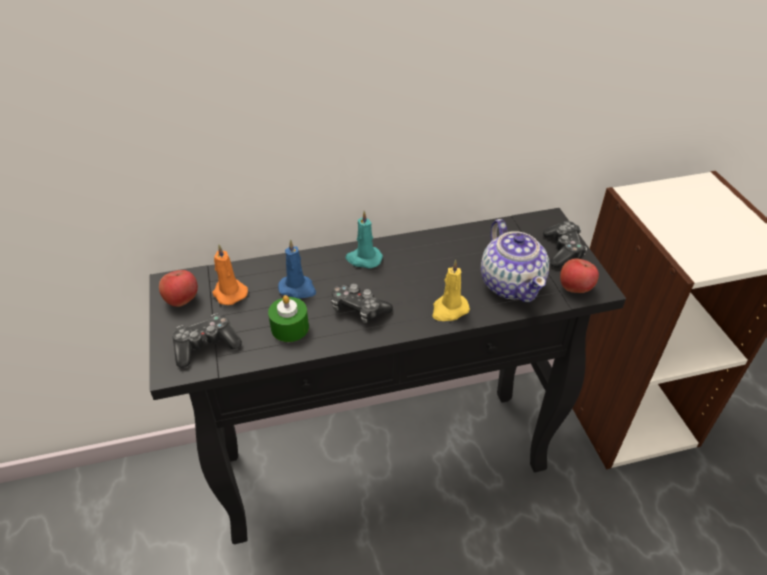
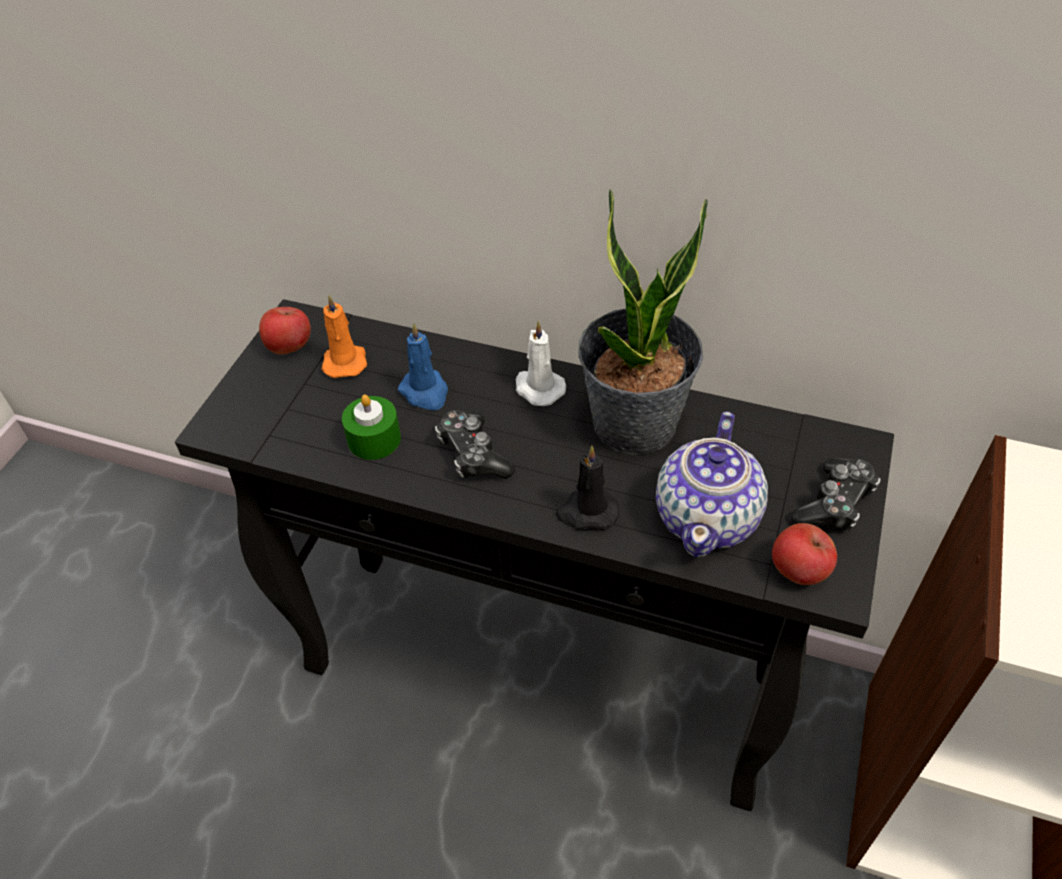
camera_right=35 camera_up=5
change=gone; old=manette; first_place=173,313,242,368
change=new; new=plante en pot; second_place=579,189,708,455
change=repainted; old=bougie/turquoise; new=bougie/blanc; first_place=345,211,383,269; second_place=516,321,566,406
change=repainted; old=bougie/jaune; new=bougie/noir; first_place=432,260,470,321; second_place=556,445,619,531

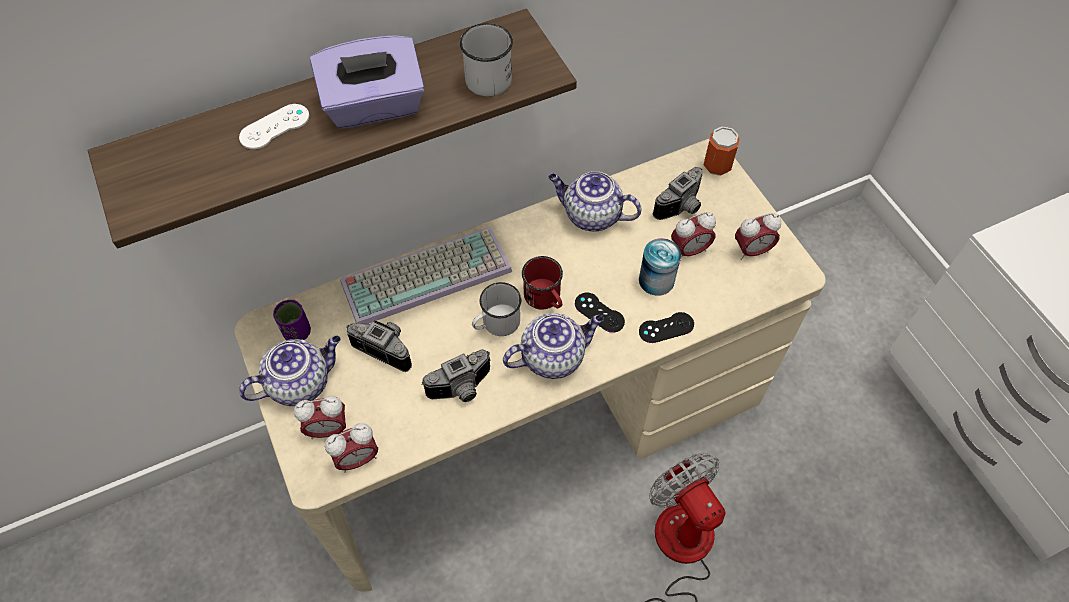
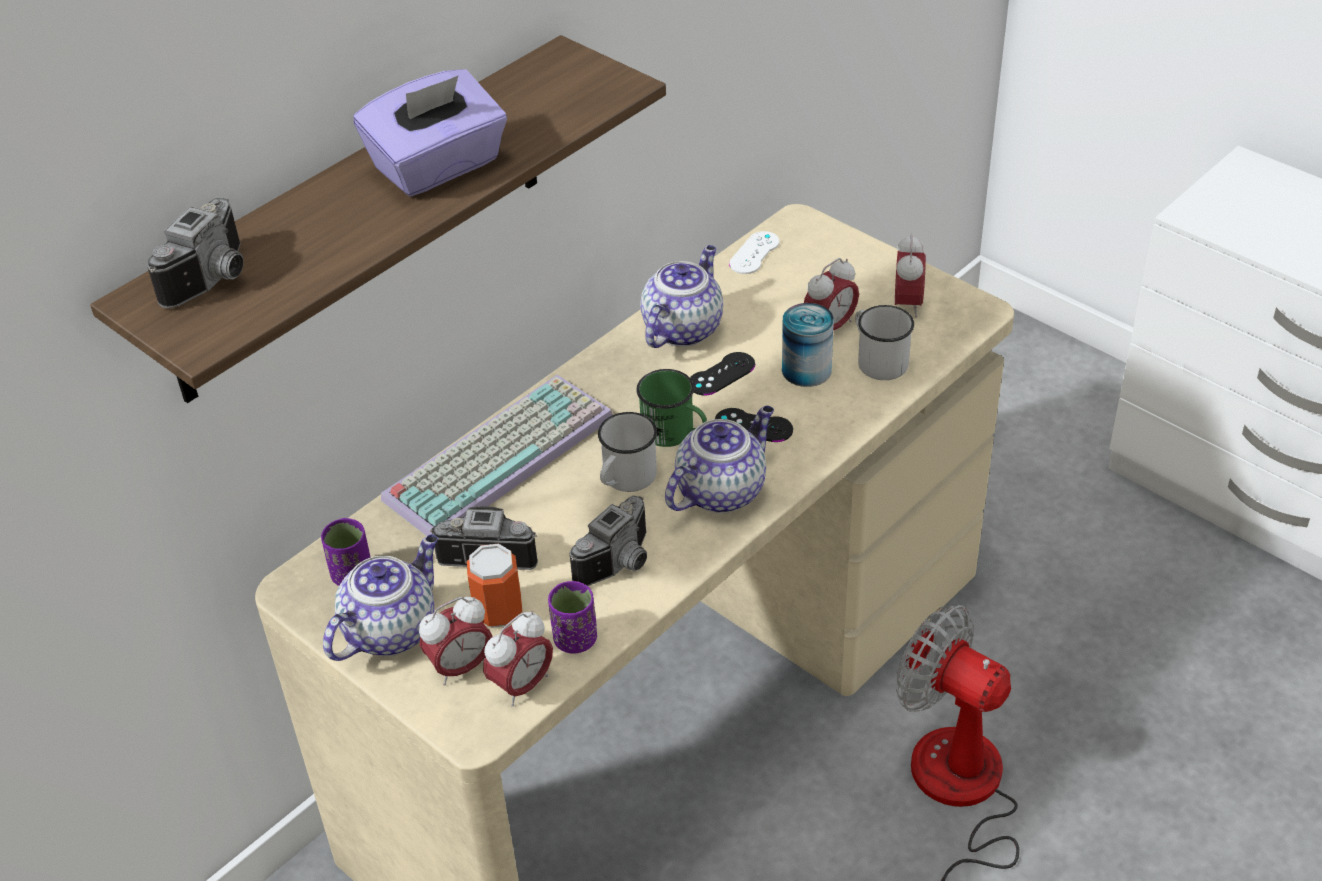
camera_right=-20 camera_up=-15
change=new; new=tasse/violet; second_place=548,581,597,654
change=shifted; old=manette/blanc; first_place=239,104,309,149; second_place=729,231,779,274
change=shifted; old=mug/blanc; first_place=460,23,513,97; second_place=855,305,914,380
change=shifted; old=manette/noir; first_place=639,312,694,343; second_place=690,352,755,395
change=shifted; old=appareil photo; first_place=653,167,702,220; second_place=147,198,244,308
change=shifted; old=boîte métallique; first_place=704,126,740,176; second_place=467,544,522,628
change=repainted; old=mug/rouge; new=mug/vert; first_place=522,256,563,309; second_place=636,369,707,447
change=rotated; old=théière; first_place=548,171,642,231; second_place=640,245,723,348; degrees=120
change=rotated; old=réveil; first_place=735,213,781,260; second_place=895,233,926,318; degrees=-45

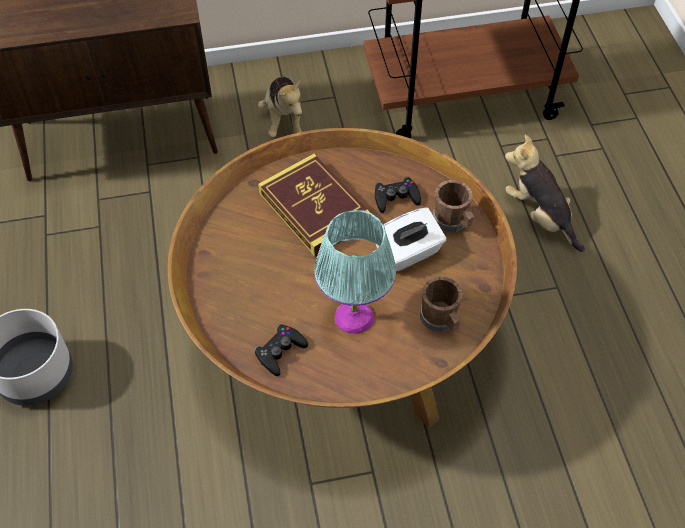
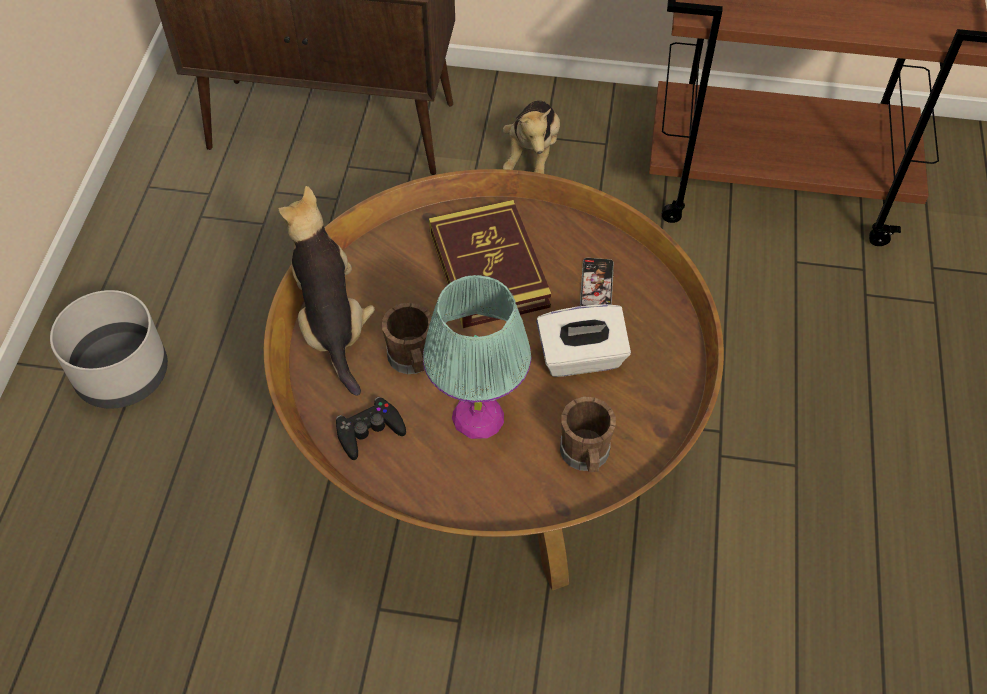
camera_right=20 camera_up=0
change=shifted; old=mug/marron; first_place=433,180,474,233; second_place=382,303,432,374
change=shifted; old=peluche; first_place=505,135,585,252; second_place=278,186,375,396
change=swapped; old=manette/noir; new=téléphone; first_place=375,176,421,213; second_place=580,258,614,306

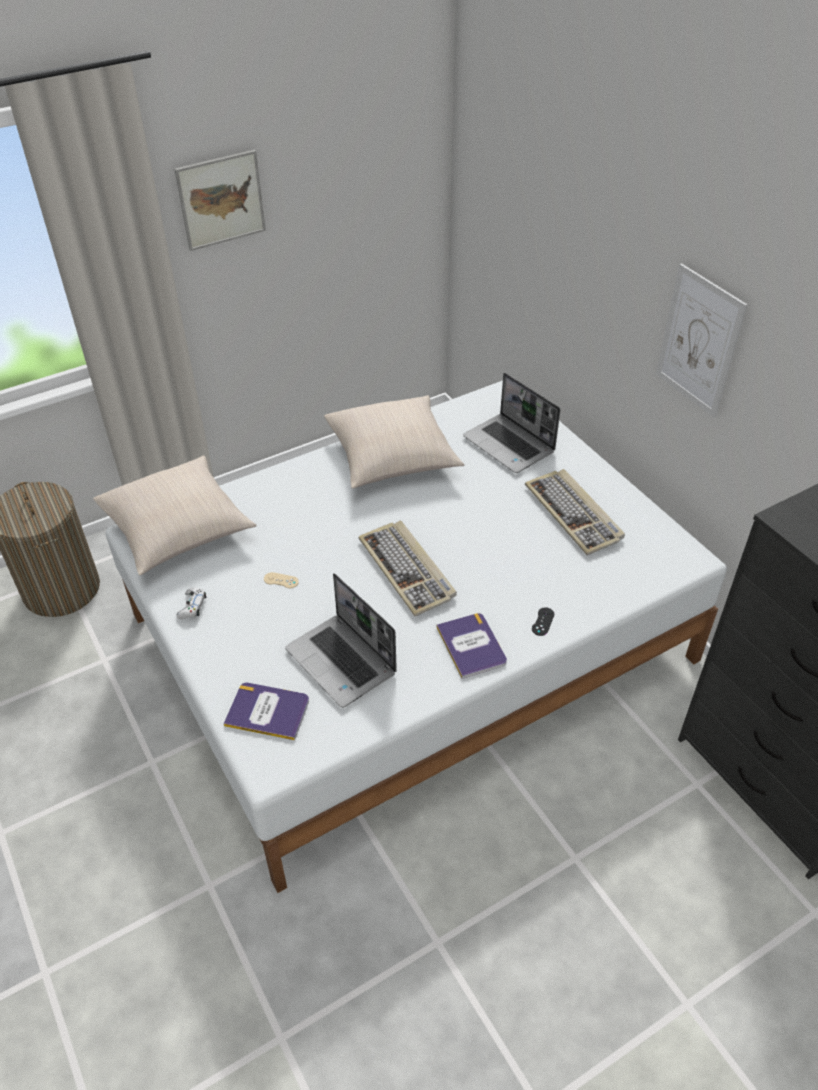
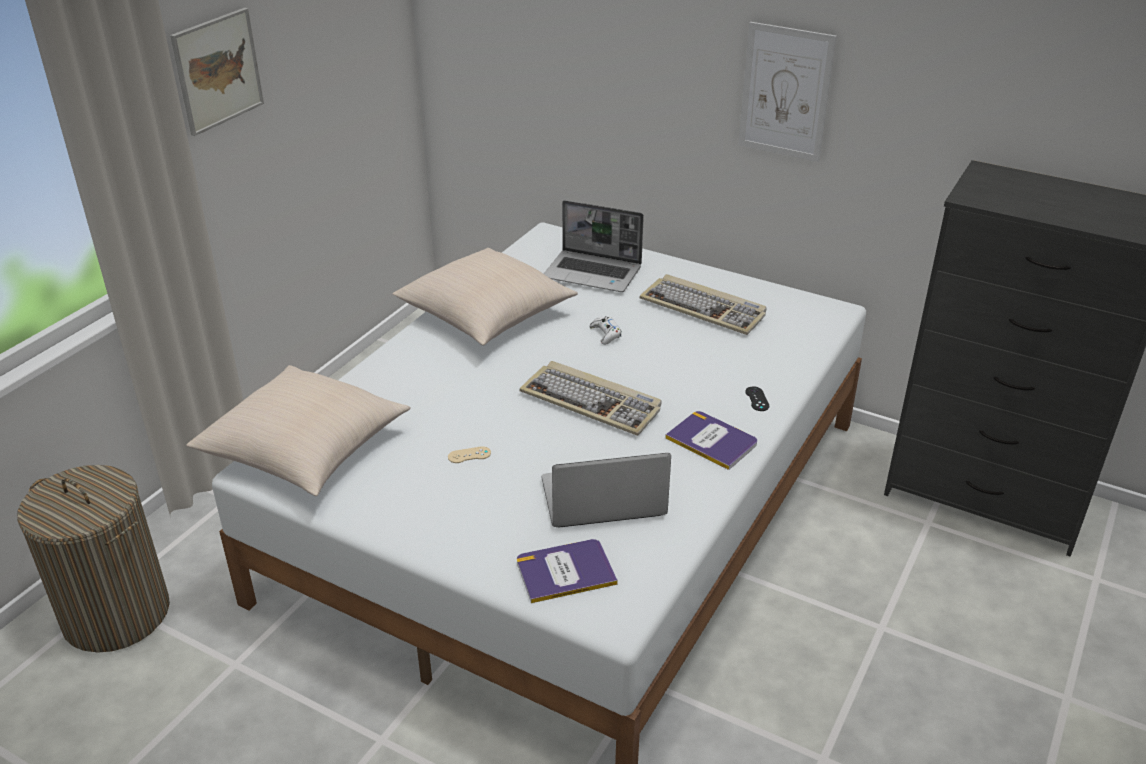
camera_right=-30 camera_up=-10
change=shifted; old=manette/blanc; first_place=176,587,206,619; second_place=590,316,622,345
change=rotated; old=ordinateur portable; first_place=285,573,397,708; second_place=542,453,671,527; degrees=150

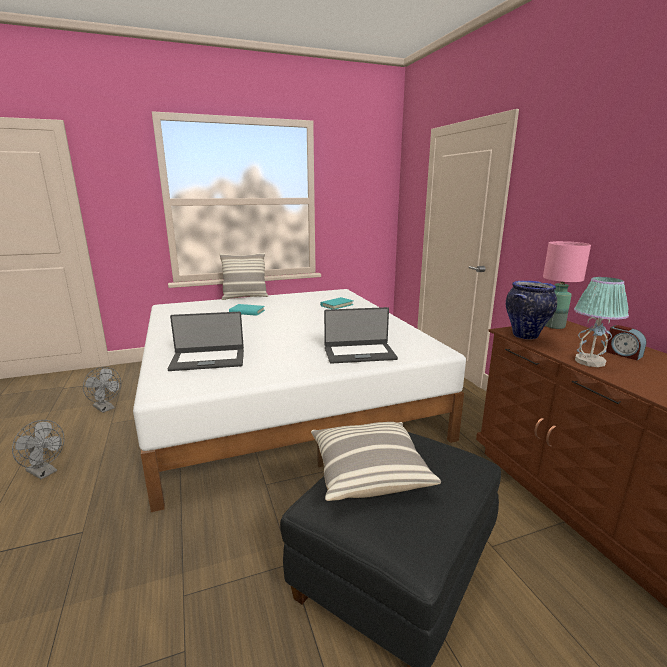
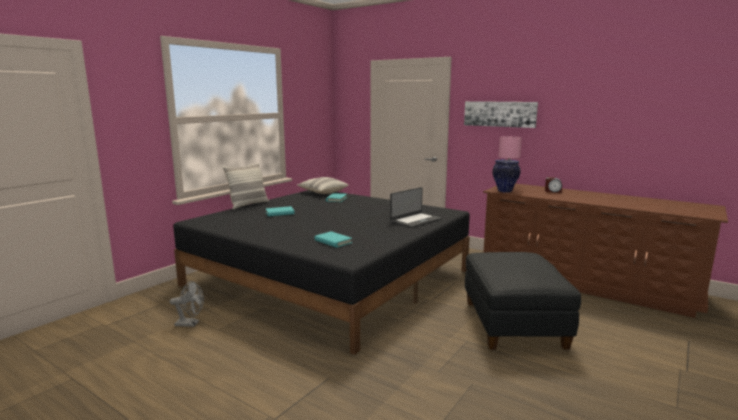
camera_right=-35 camera_up=-5
change=gone; old=ventilateur/gris; first_place=12,420,64,479
change=gone; old=lampe de table; first_place=574,277,629,367
change=new; new=tableau; second_place=464,101,538,128
change=shifted; old=coussin; first_place=311,422,441,501; second_place=297,177,349,194
change=swapped; old=ordinateur portable; new=livre/turquoise; first_place=168,312,244,371; second_place=314,231,352,248
change=repainted; old=lit/blanc; new=lit/noir; first_place=133,289,466,512; second_place=173,190,470,355

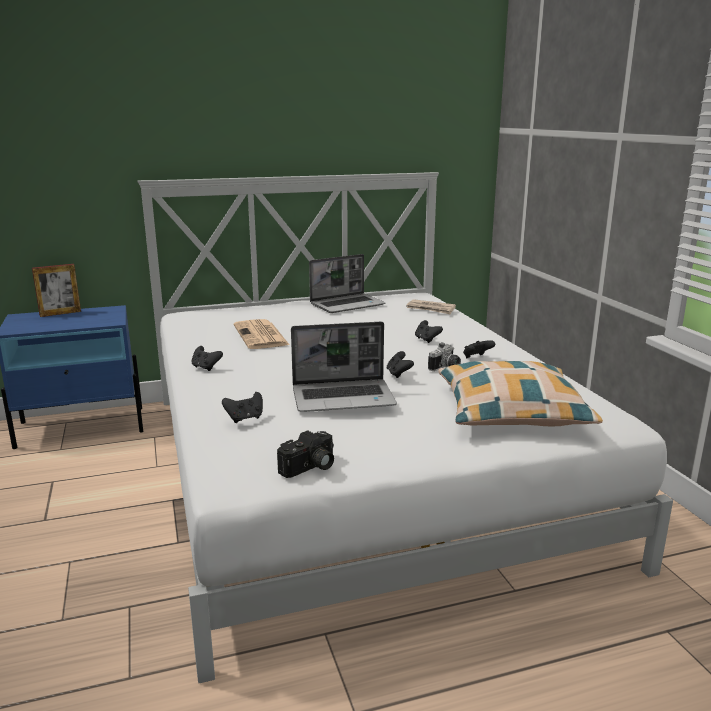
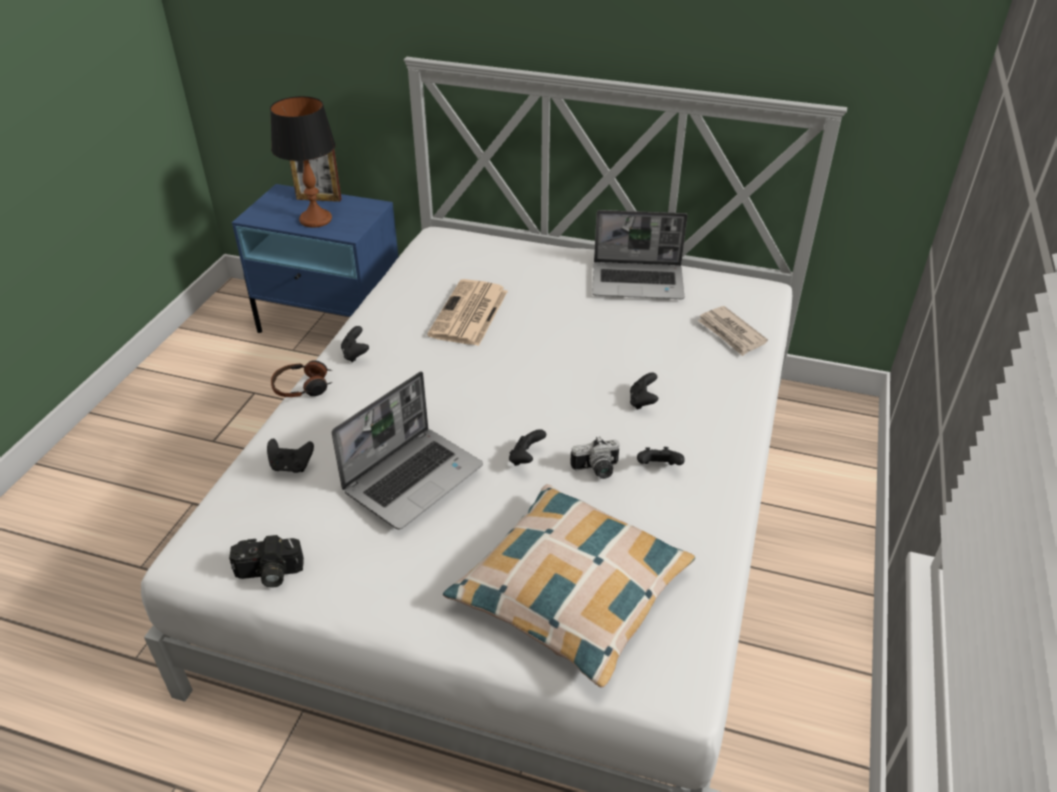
camera_right=35 camera_up=20
change=new; new=lampe de table; second_place=270,96,336,228
change=new; new=casque audio; second_place=271,360,332,397
change=rotated; old=ordinateur portable; first_place=291,322,397,412; second_place=332,371,483,530; degrees=-75

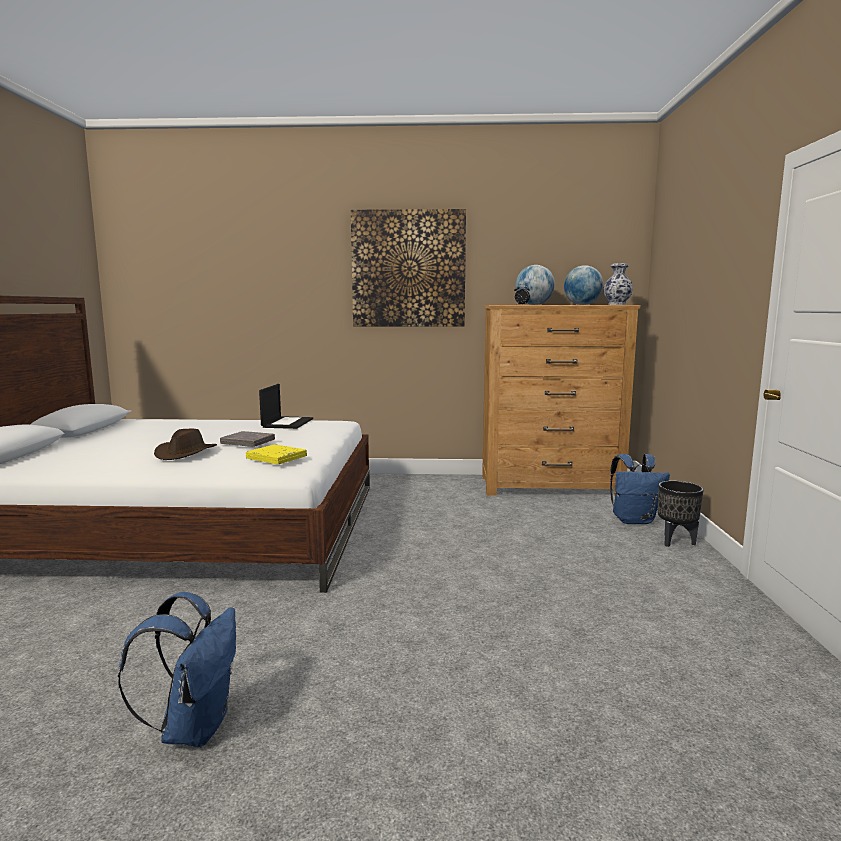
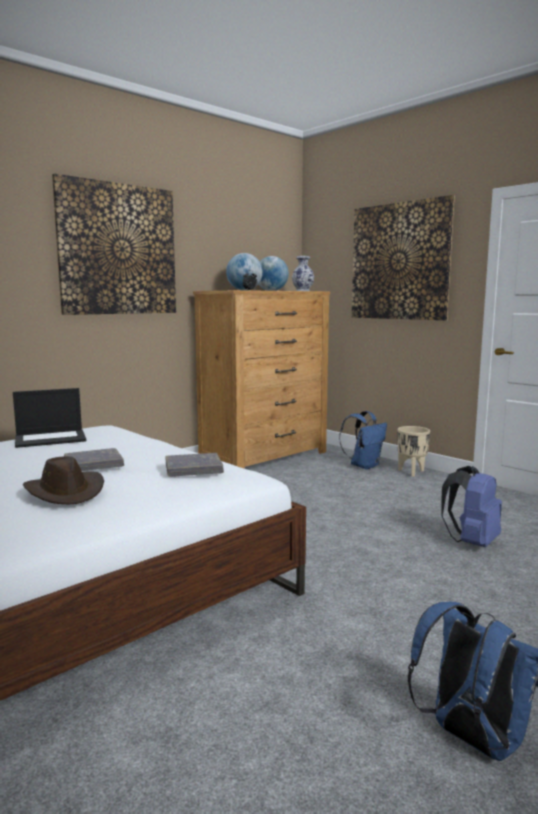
camera_right=-45 camera_up=0
change=new; new=tableau; second_place=352,195,455,320
change=new; new=sac à dos/bleu; second_place=441,466,502,547
change=repainted; old=livre/jaune; new=livre/gris; first_place=246,444,307,464; second_place=166,453,224,477
change=repainted; old=cache-pot/noir; new=cache-pot/beige; first_place=658,481,704,547; second_place=398,426,430,477
change=rotated; old=ordinateur portable; first_place=259,384,313,429; second_place=13,388,86,448; degrees=105

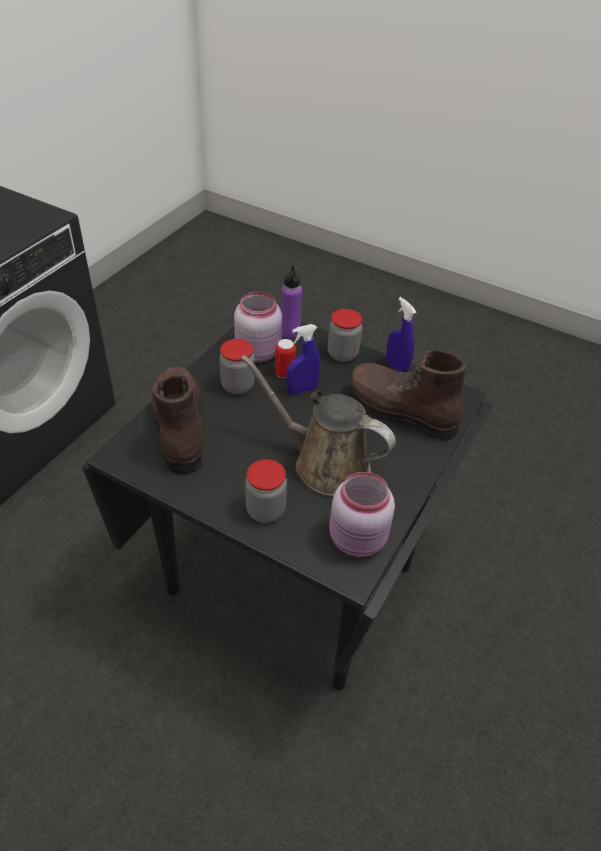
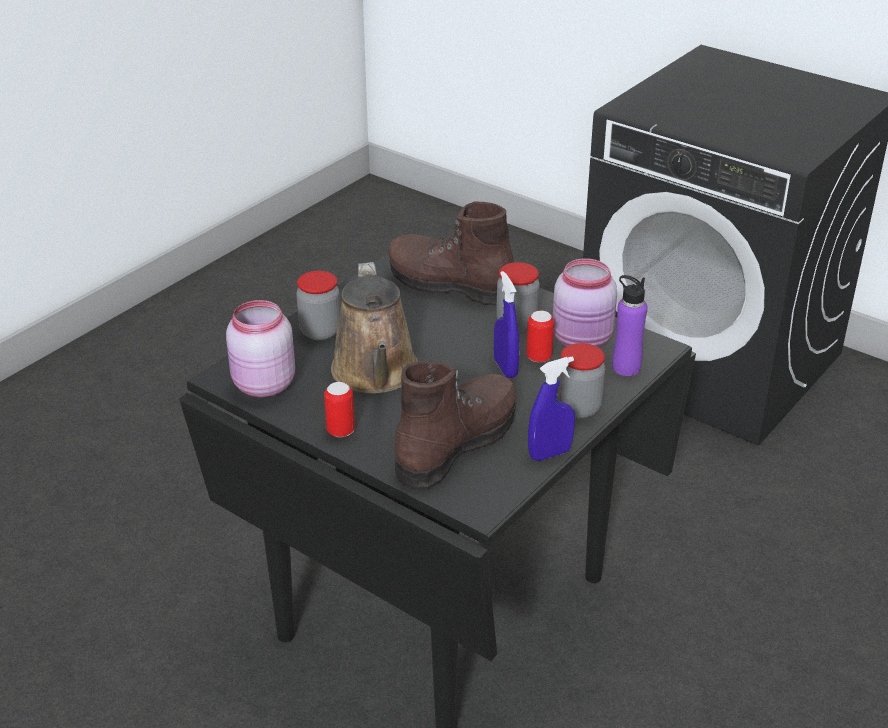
camera_right=100 camera_up=-10
change=new; new=boîte métallique; second_place=324,382,355,437
change=rotated; old=botte/marron; first_place=151,367,205,475; second_place=388,201,514,306; degrees=-150
change=rotated; old=arrosoir/marron; first_place=241,355,396,496; second_place=331,262,418,393; degrees=135

